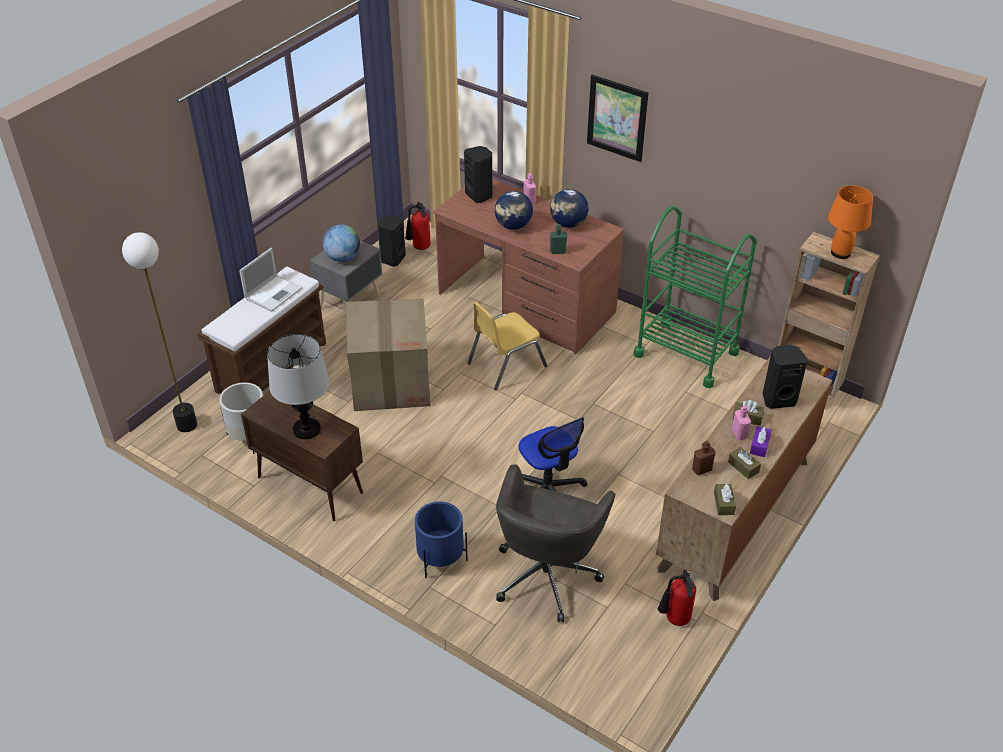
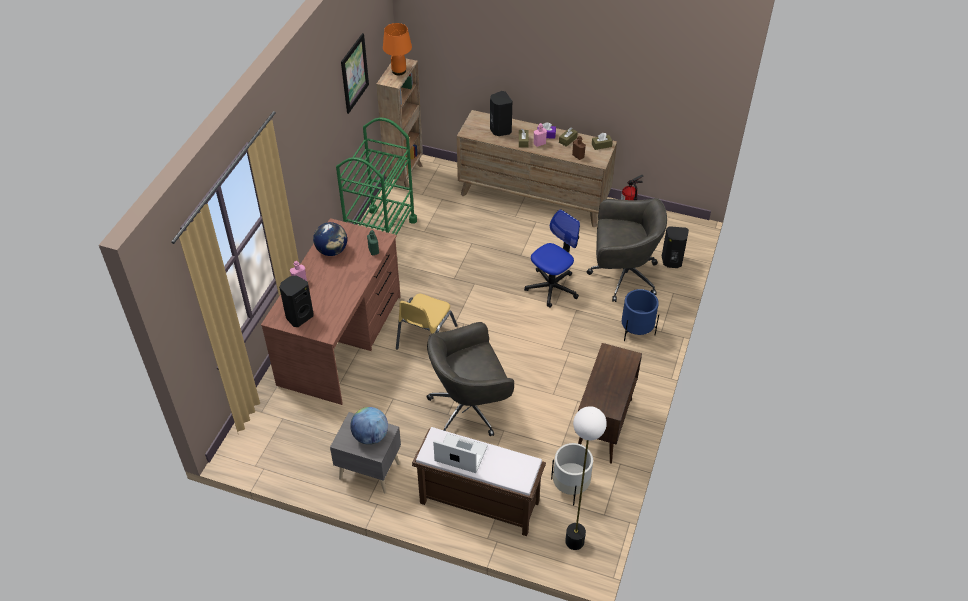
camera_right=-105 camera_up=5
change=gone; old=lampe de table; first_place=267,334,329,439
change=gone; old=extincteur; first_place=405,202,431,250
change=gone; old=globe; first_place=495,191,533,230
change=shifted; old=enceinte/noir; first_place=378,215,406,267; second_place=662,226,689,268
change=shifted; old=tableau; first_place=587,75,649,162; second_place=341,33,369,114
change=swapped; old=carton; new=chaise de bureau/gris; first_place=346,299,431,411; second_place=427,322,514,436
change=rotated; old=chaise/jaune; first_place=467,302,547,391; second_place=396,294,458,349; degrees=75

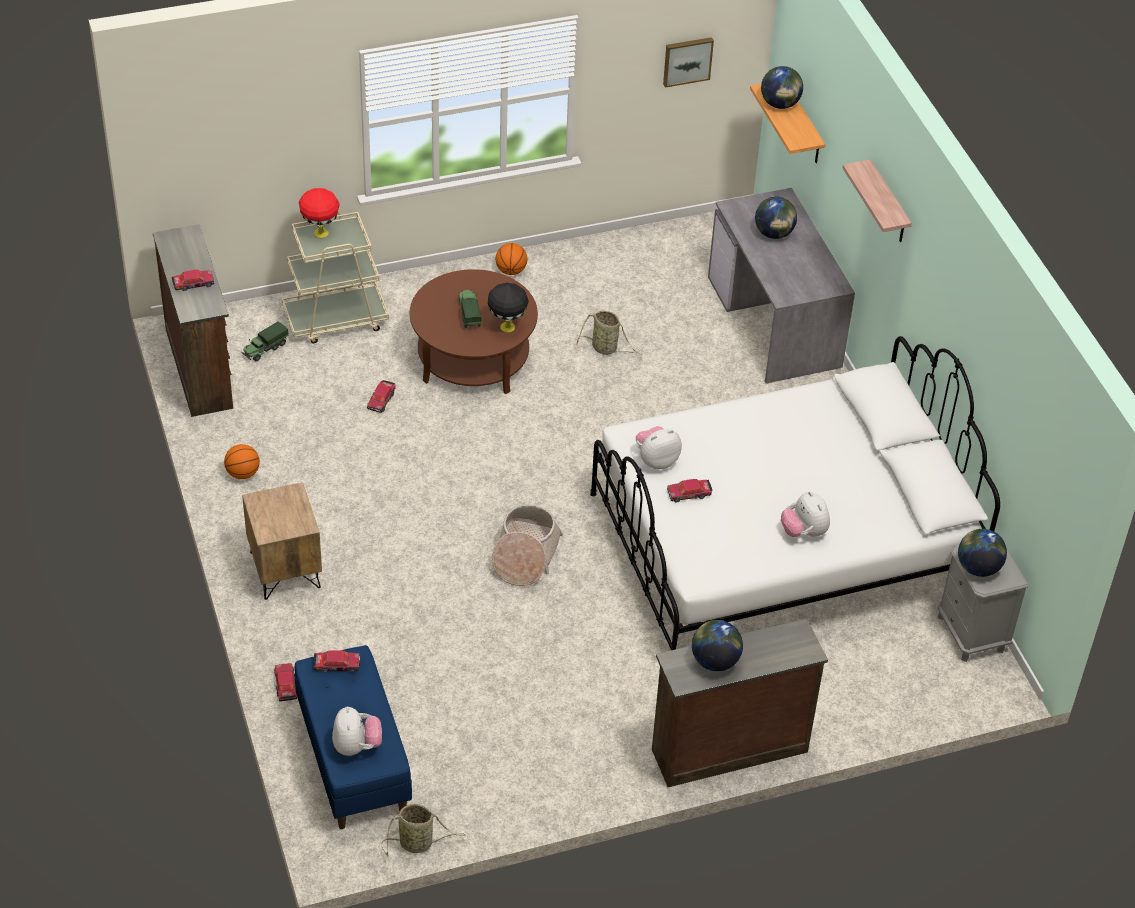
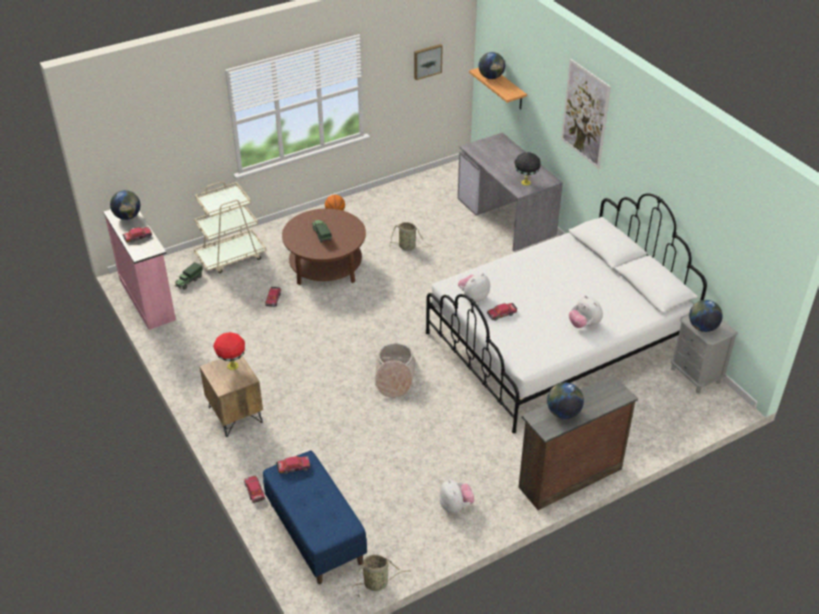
camera_right=-10 camera_up=-5
change=gone; old=ballon de basket; first_place=224,444,260,479
change=shifted; old=lampe de table/rouge; first_place=299,188,339,238; second_place=213,332,245,370
change=shifted; old=peluche; first_place=332,706,382,756; second_place=440,479,474,513
change=shifted; old=lampe de table/noir; first_place=488,282,528,333; second_place=515,152,541,186
change=shifted; old=globe; first_place=755,197,797,239; second_place=110,190,140,220
change=swapped; old=étagère; new=tableau; first_place=843,159,912,242; second_place=561,59,611,169
change=repainted; old=commode/marron; new=commode/rose; first_place=153,224,233,417; second_place=103,209,176,330

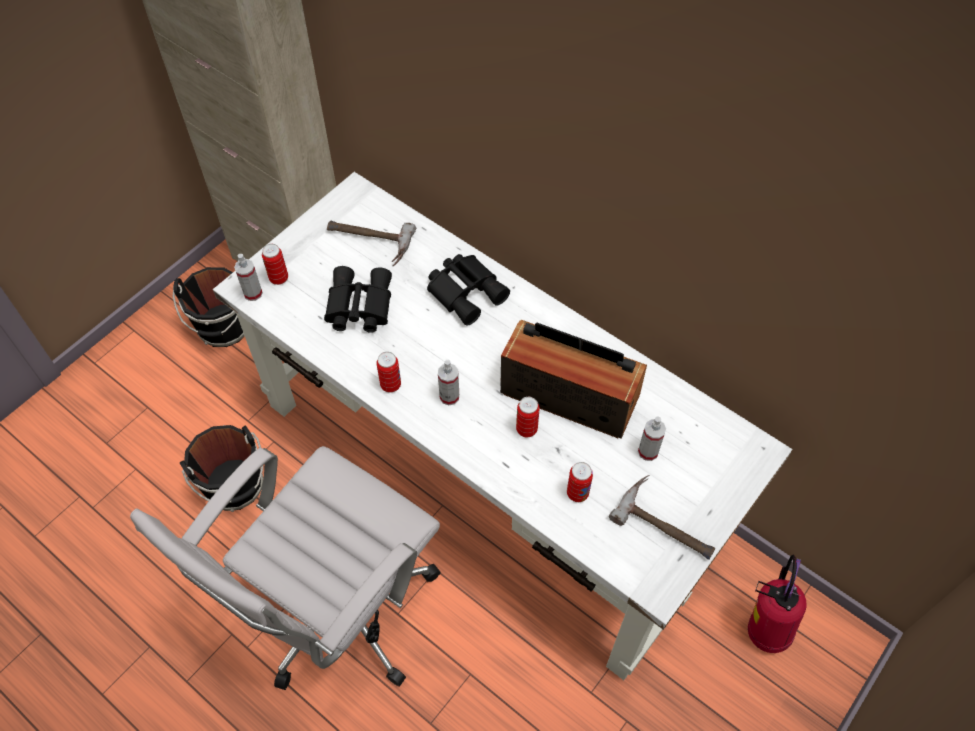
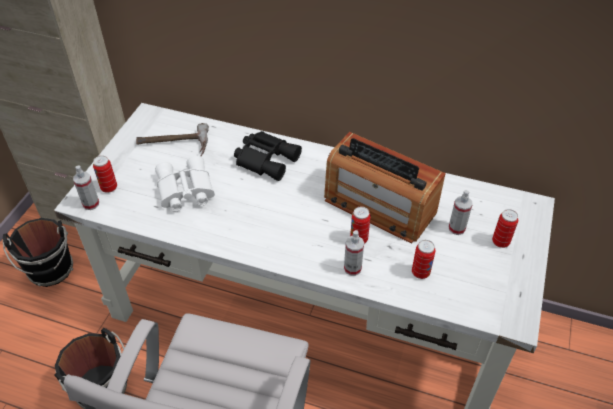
camera_right=-20 camera_up=-10
change=gone; old=marteau; first_place=609,475,715,560
change=gone; old=extincteur; first_place=748,555,807,653
change=shifted; old=boîte métallique; first_place=376,352,401,393; second_place=492,209,518,248
change=shifted; old=vaporisateur; first_place=438,360,459,405; second_place=344,230,364,276
change=repainted; old=jumelles/noir; new=jumelles/blanc; first_place=324,266,392,333; second_place=155,155,215,211
change=rotated; old=radio; first_place=500,320,647,439; second_place=324,132,446,244; degrees=-150

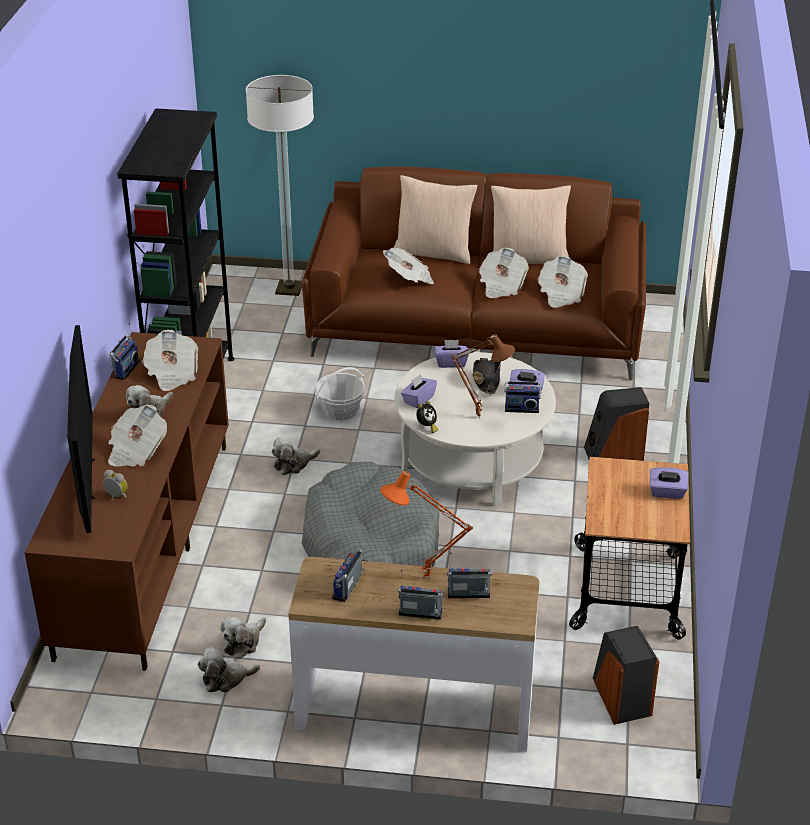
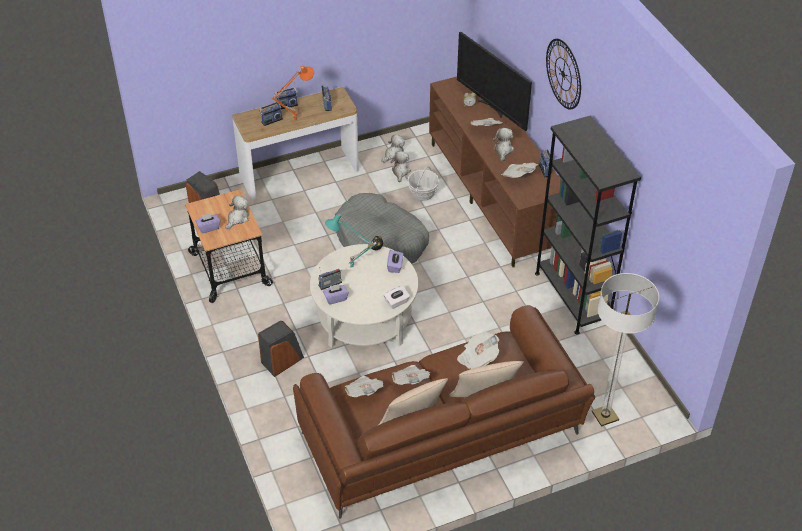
camera_right=150 camera_up=10
change=gone; old=chapeau/noir; first_place=473,357,501,394
change=new; new=horloge murale; second_place=546,39,581,110
change=shifted; old=peluche; first_place=271,437,320,475; second_place=225,196,249,229
change=shifted; old=panier; first_place=315,367,366,420; second_place=407,166,440,201
change=repainted; old=boîte à mouchoirs/violet; new=boîte à mouchoirs/blanc; first_place=435,340,469,368; second_place=384,286,410,309
change=repainted; old=lampe de table/marron; new=lampe de table/turquoise; first_place=451,334,515,418; second_place=325,213,375,268

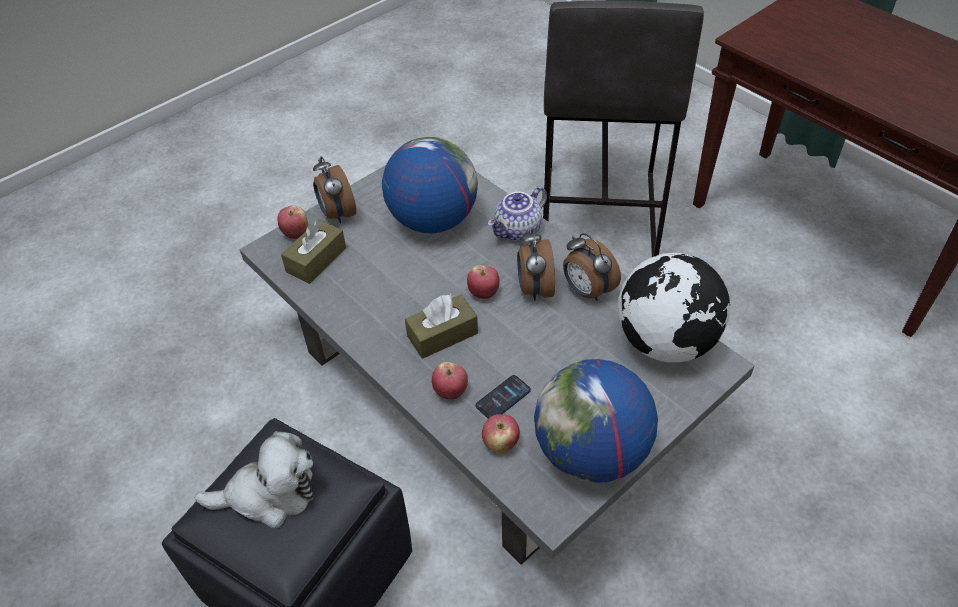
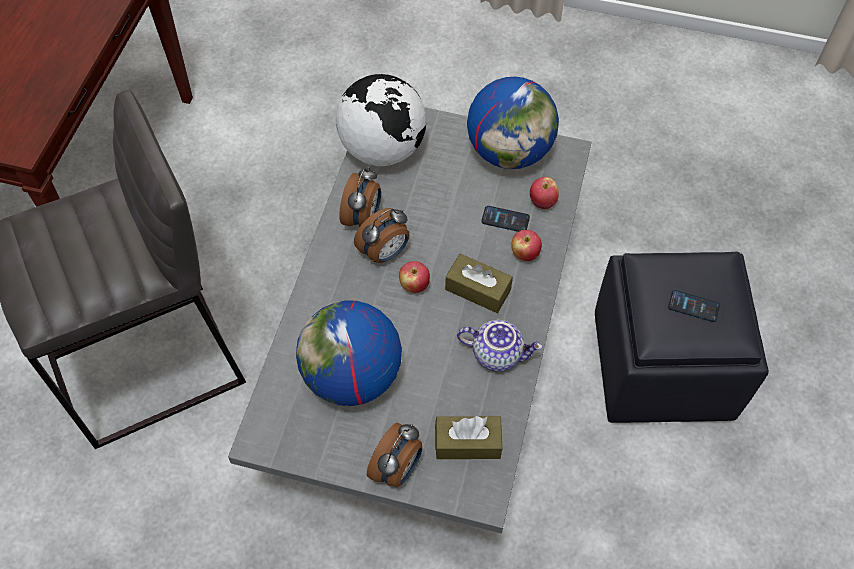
camera_right=-125 camera_up=10
change=gone; old=pomme; first_place=277,205,308,239
change=shifted; old=théière; first_place=488,187,547,241; second_place=457,320,542,372
change=swapped; old=peluche; new=téléphone; first_place=195,431,314,529; second_place=668,290,720,322

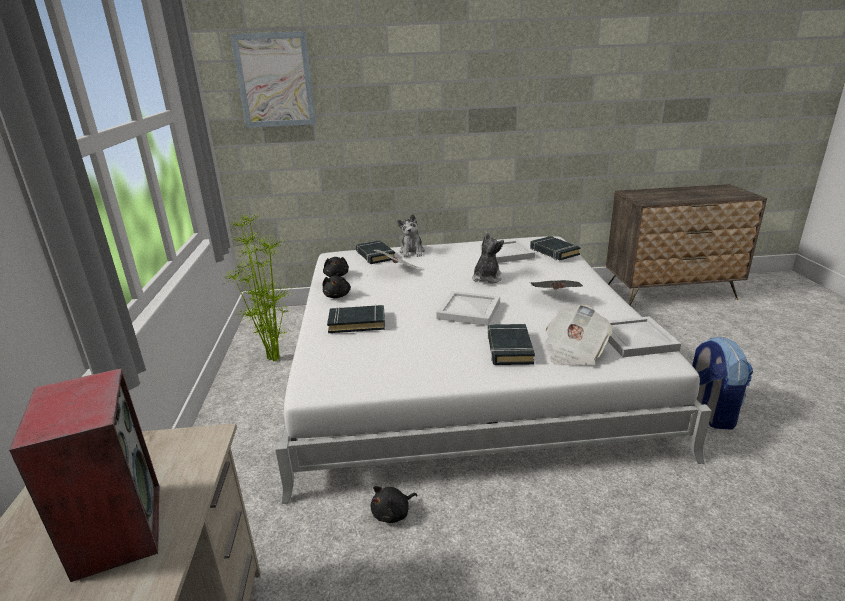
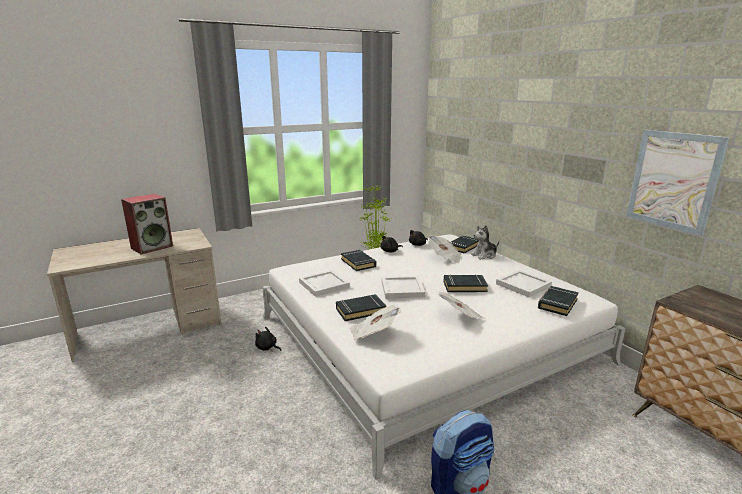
camera_right=65 camera_up=-5
change=shifted; old=tableau; first_place=230,31,316,128; second_place=626,130,730,236
change=shifted; old=plateau/blanc; first_place=608,316,681,357; second_place=299,270,350,297
change=swapped; old=peluche; new=livre/noir; first_place=472,232,504,284; second_place=444,274,488,292

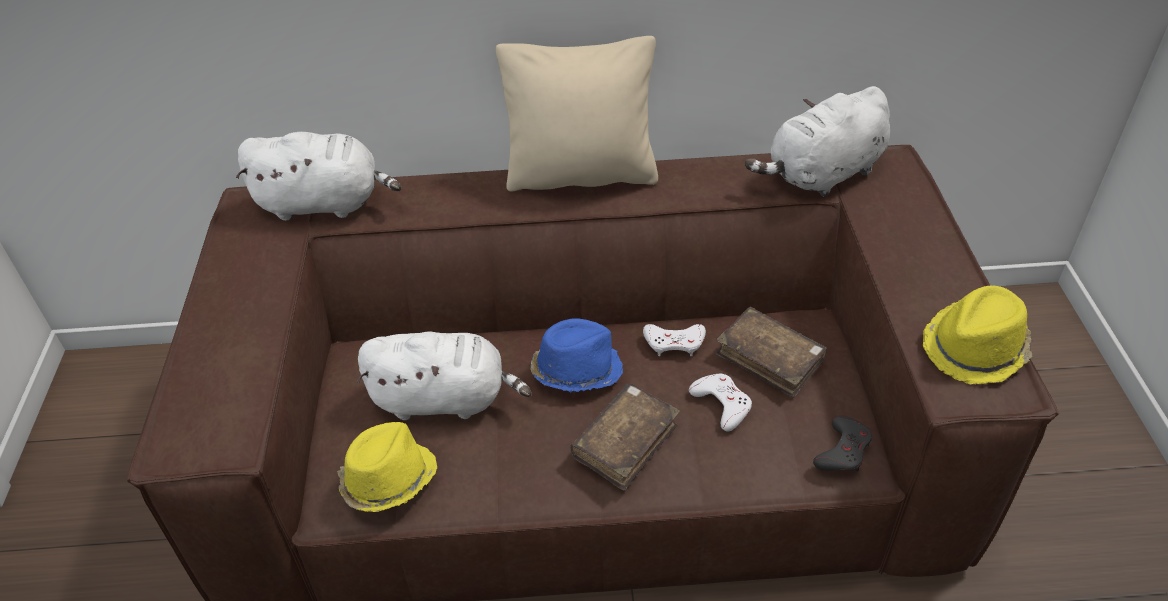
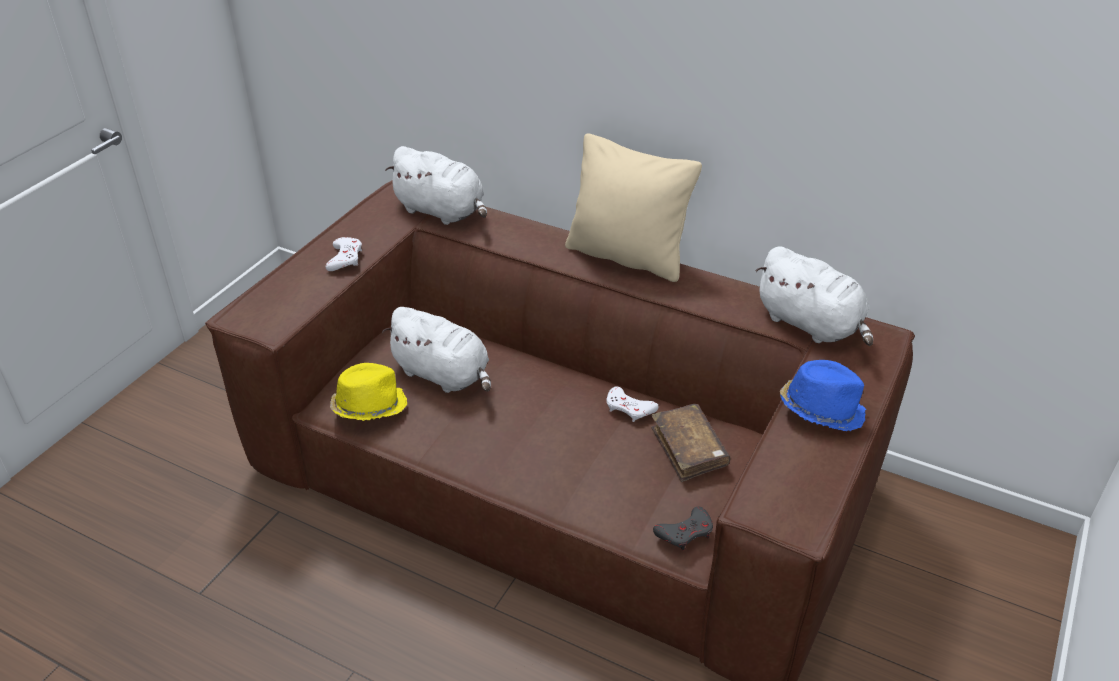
camera_right=30 camera_up=-5
change=gone; old=livre/marron; first_place=570,384,680,491
change=gone; old=chapeau/jaune; first_place=923,286,1032,384
change=shifted; old=chapeau/bleu; first_place=530,318,623,392; second_place=780,360,866,431
change=shifted; old=manette/blanc; first_place=689,374,752,432; second_place=326,237,362,271
change=rotated; old=peluche/blanc; first_place=745,86,890,197; second_place=755,246,873,346; degrees=-135

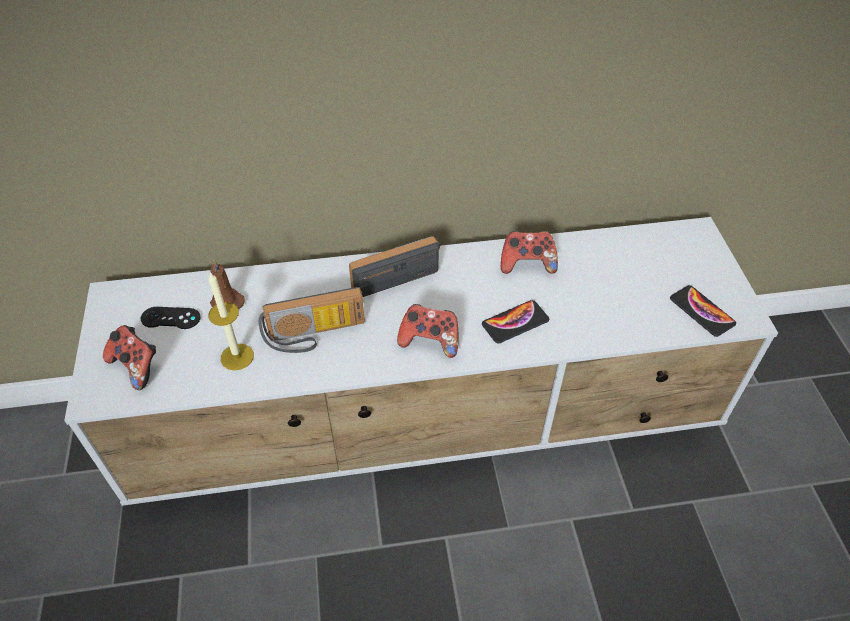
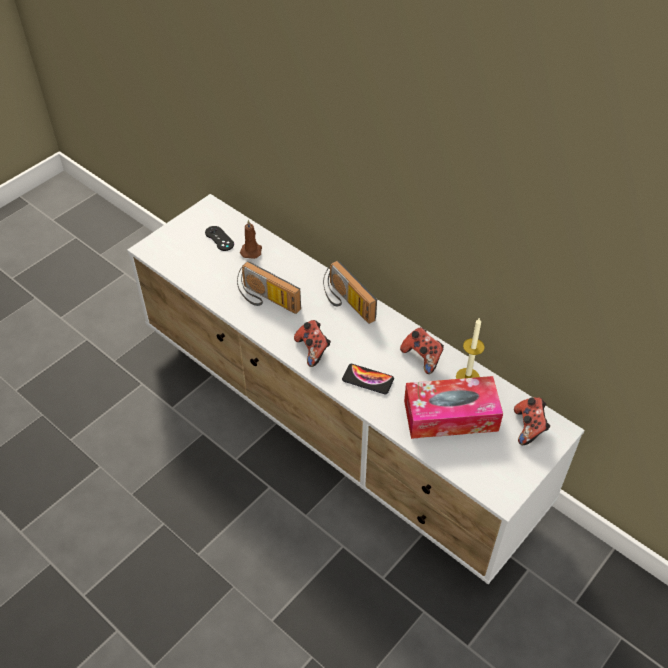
camera_right=50 camera_up=0
change=gone; old=téléphone; first_place=670,285,736,337
change=new; new=boîte à mouchoirs; second_place=404,376,503,439
change=shifted; old=manette; first_place=103,325,156,390; second_place=514,397,550,445
change=shifted; old=bougie; first_place=208,272,254,370; second_place=456,317,485,379
change=rotated; old=radio; first_place=349,236,441,297; second_place=323,261,377,324; degrees=-150

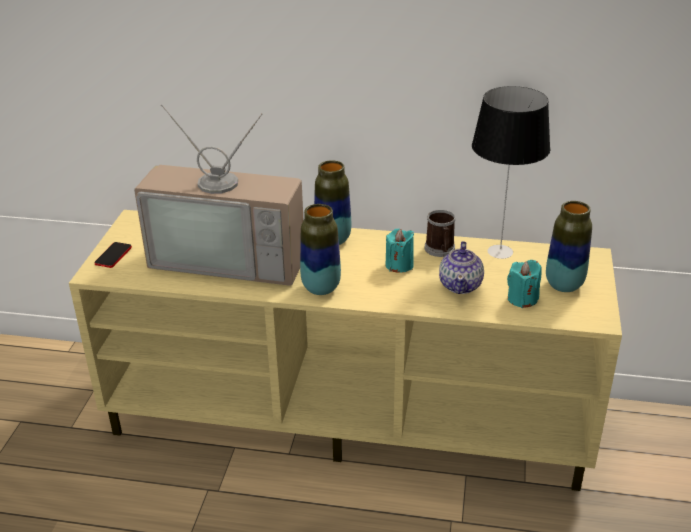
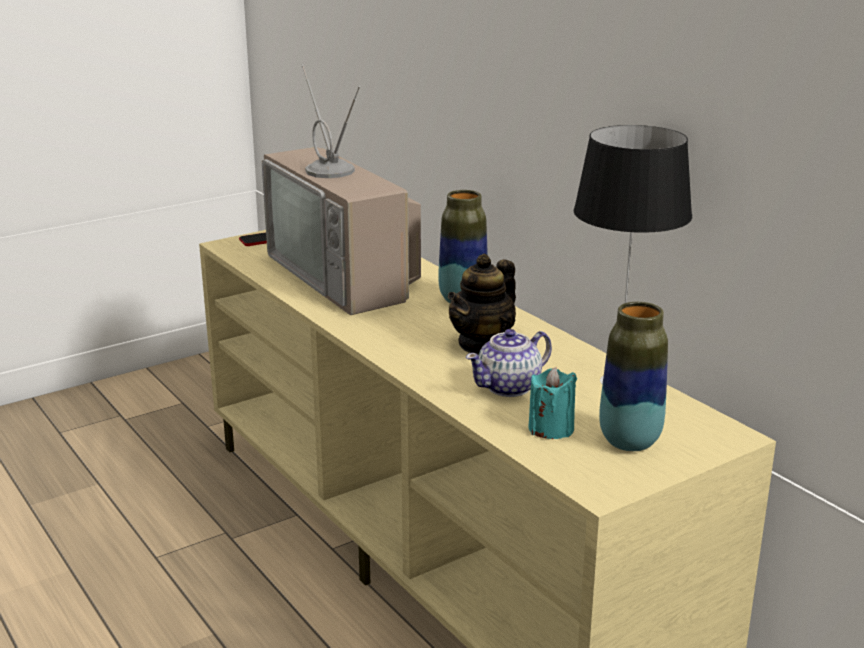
camera_right=45 camera_up=-10
change=gone; old=vase; first_place=300,204,341,295
change=gone; old=mug; first_place=425,210,455,257
change=swapped; old=bougie/turquoise; new=théière; first_place=386,229,414,273; second_place=448,254,516,354

